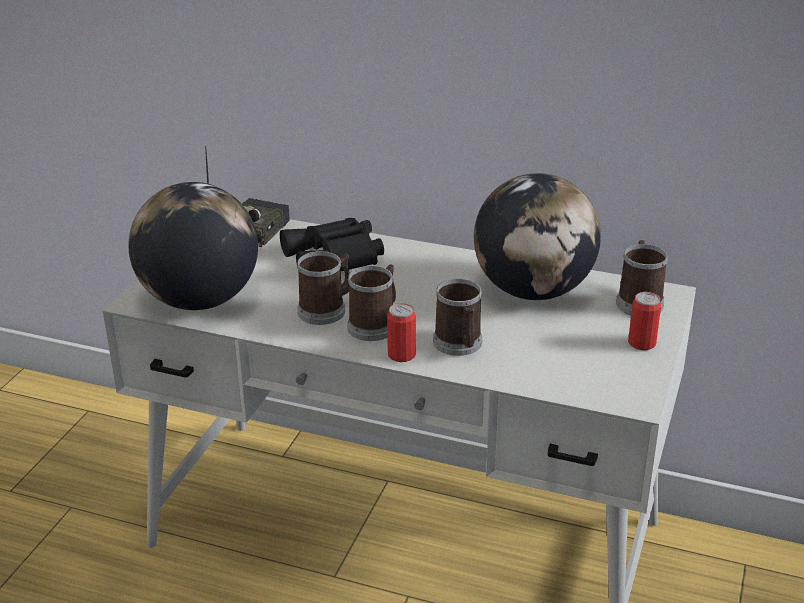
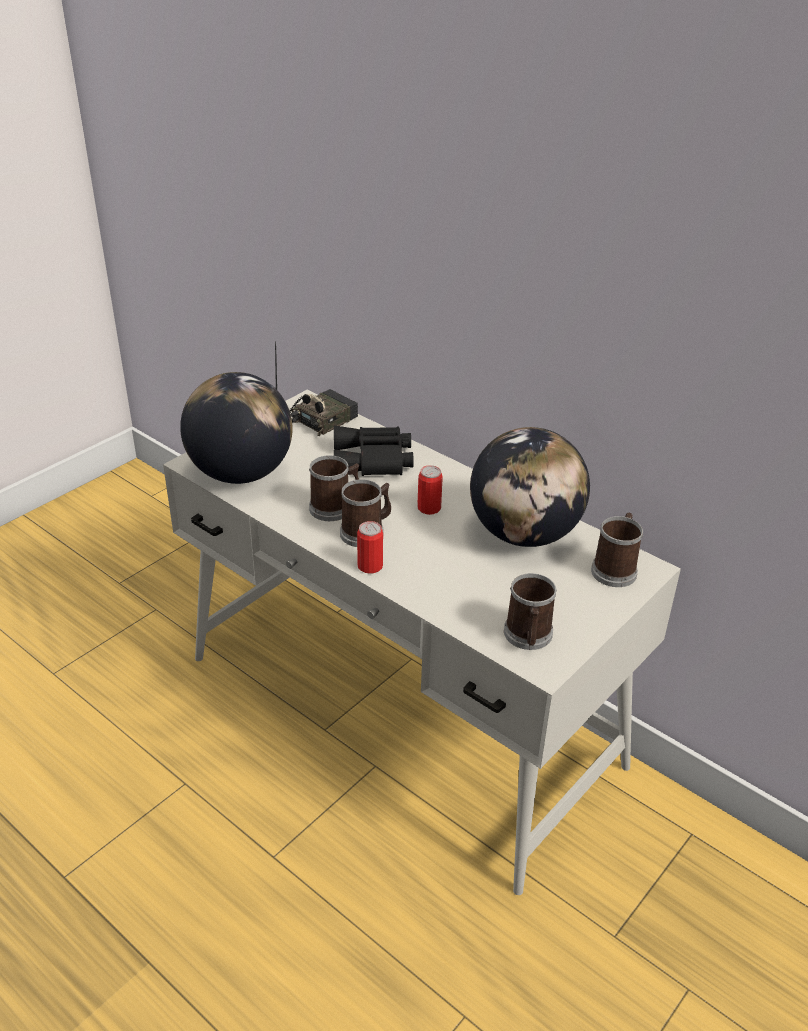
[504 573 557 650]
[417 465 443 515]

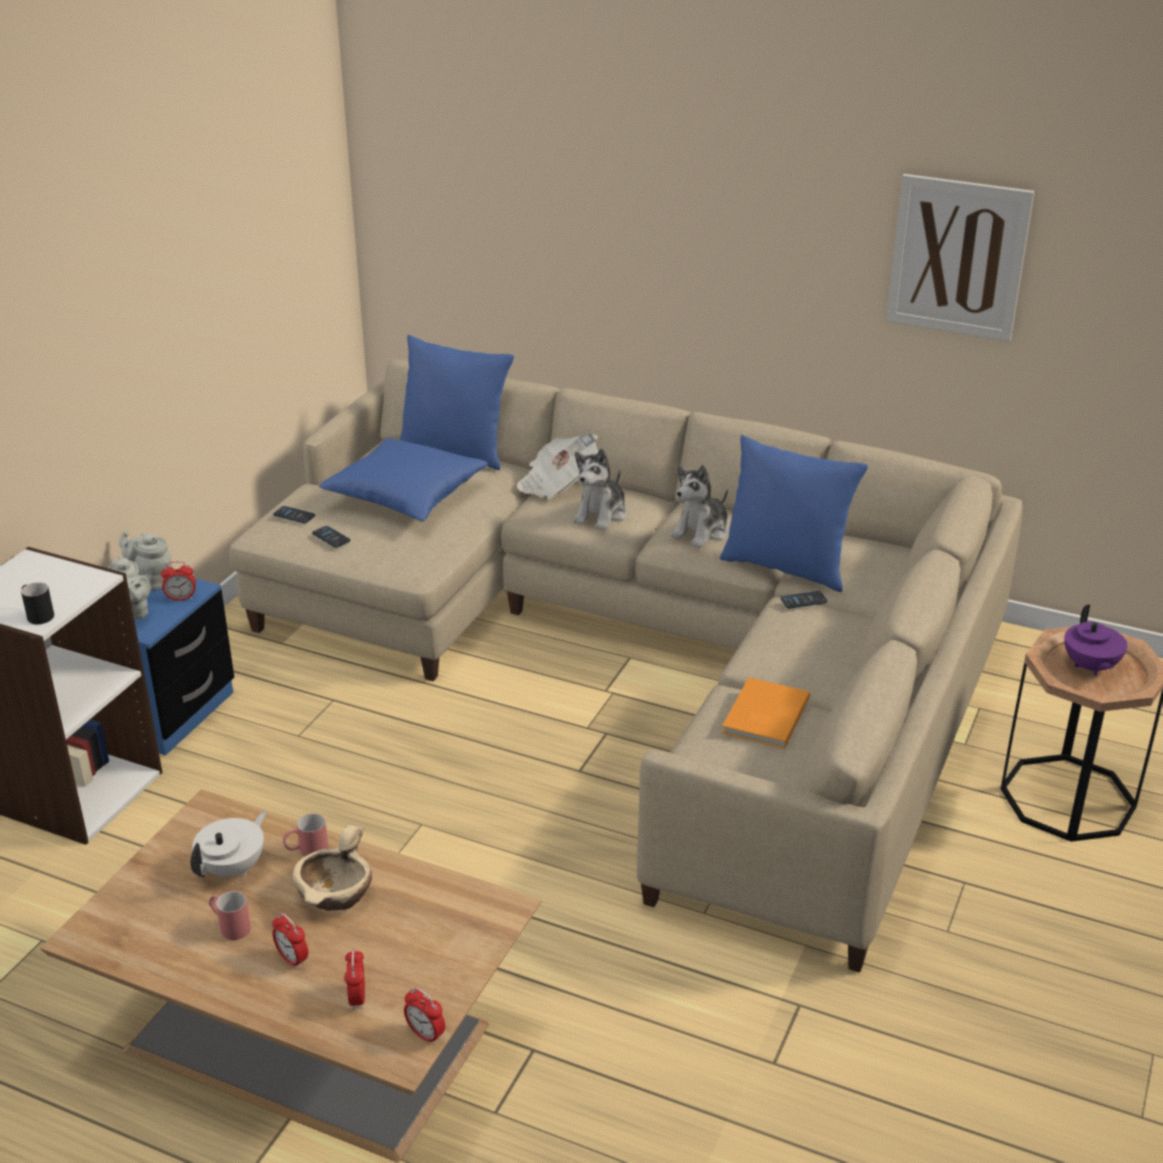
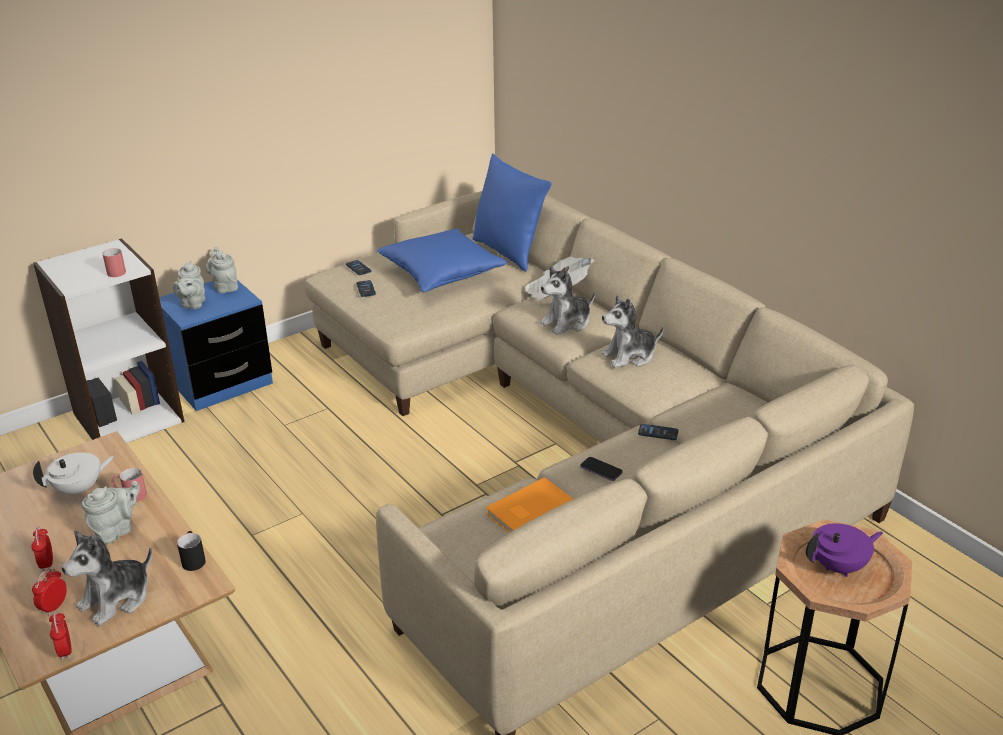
[161 561 196 601] (first image)
[720 435 868 592] (first image)
[886 174 1034 342] (first image)
[61 530 152 626]
[580 457 623 481]
[177 531 206 571]
[102 248 126 277]
[82 481 140 544]
[806 523 883 577]

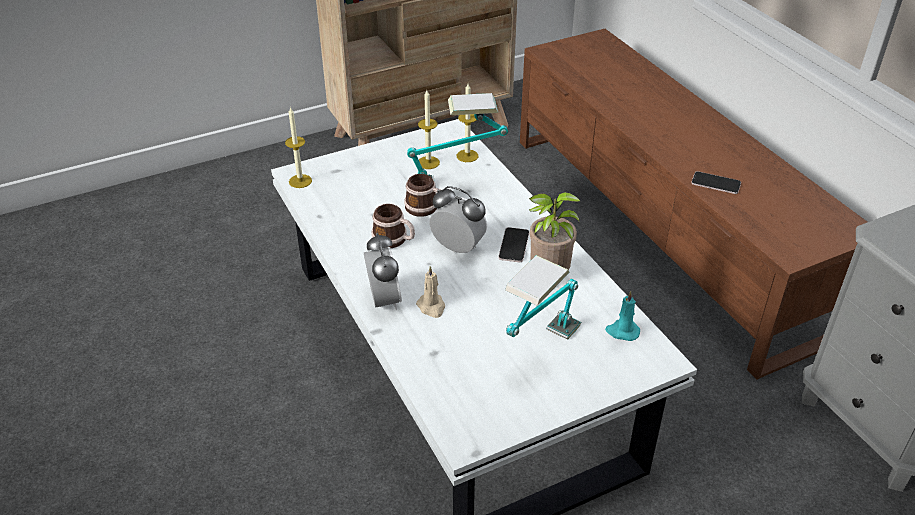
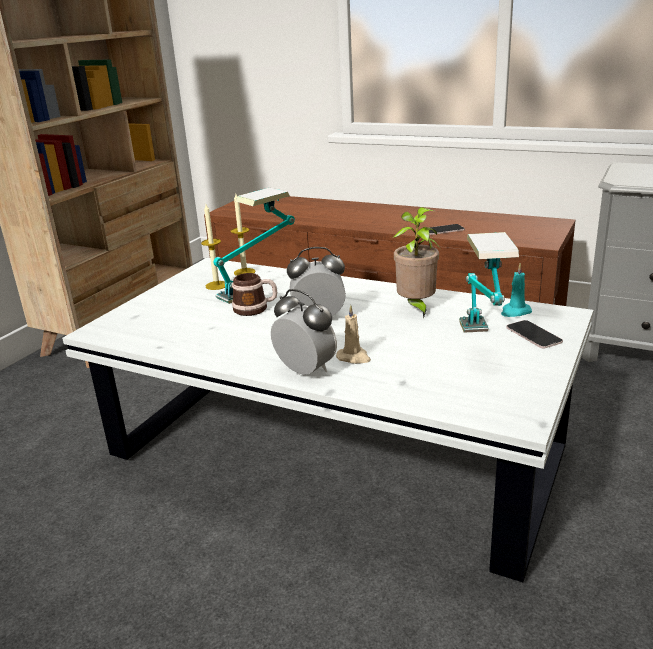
[285 107 312 188] (first image)
[371 204 415 248] (first image)
[506 320 563 348]

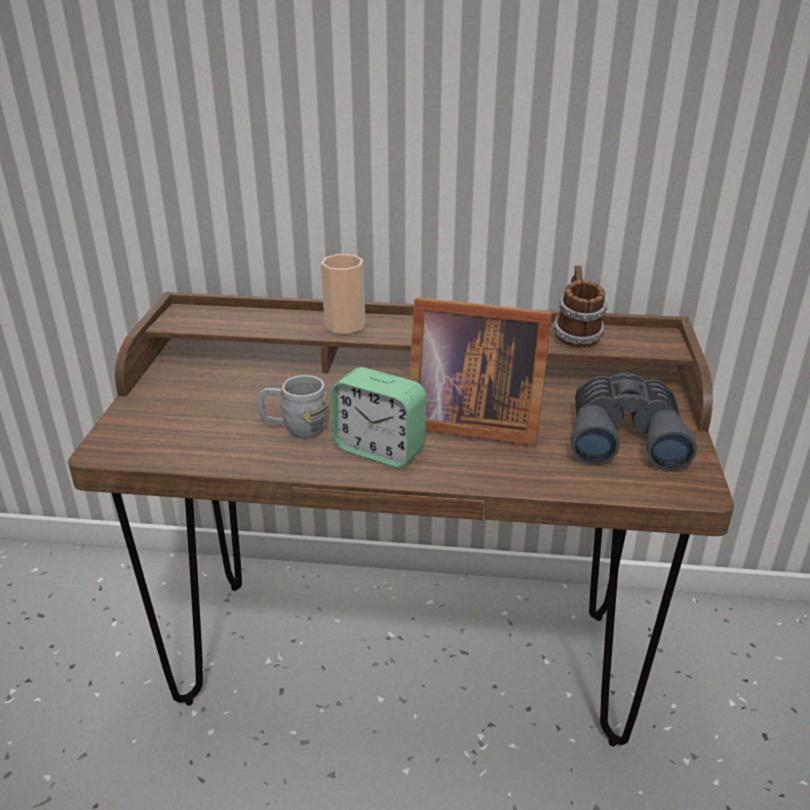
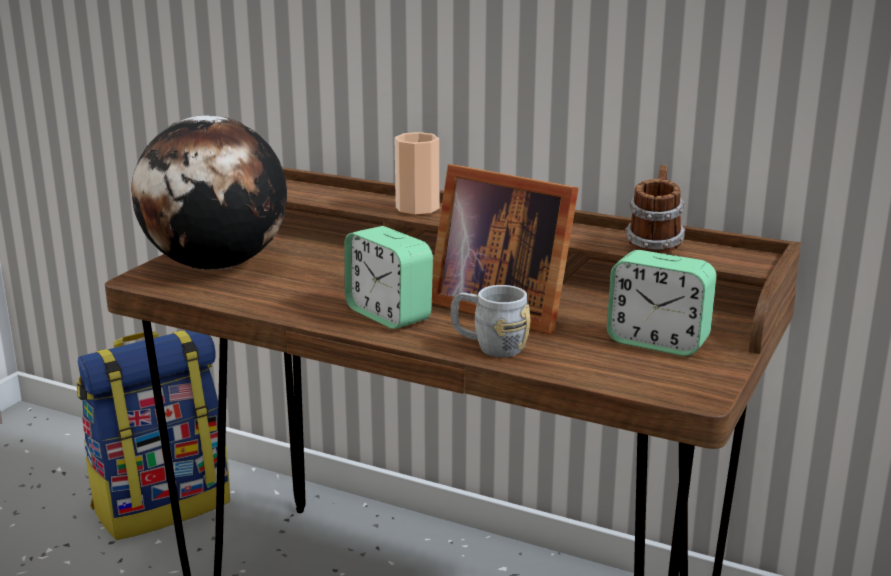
[76 330 230 540]
[131 115 287 270]
[451 285 531 357]
[607 250 716 356]

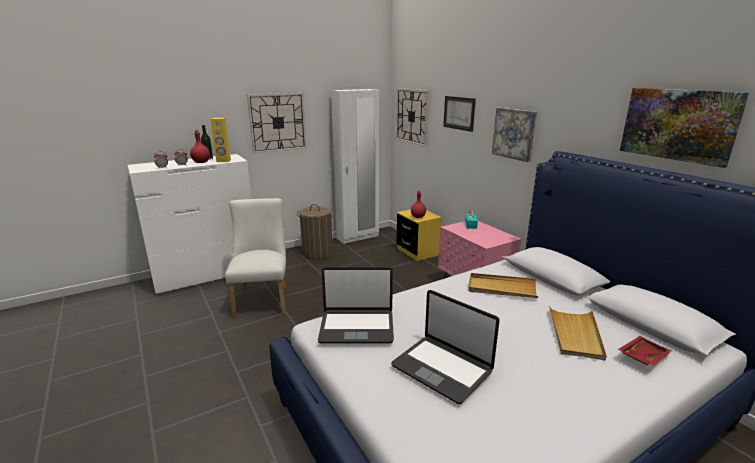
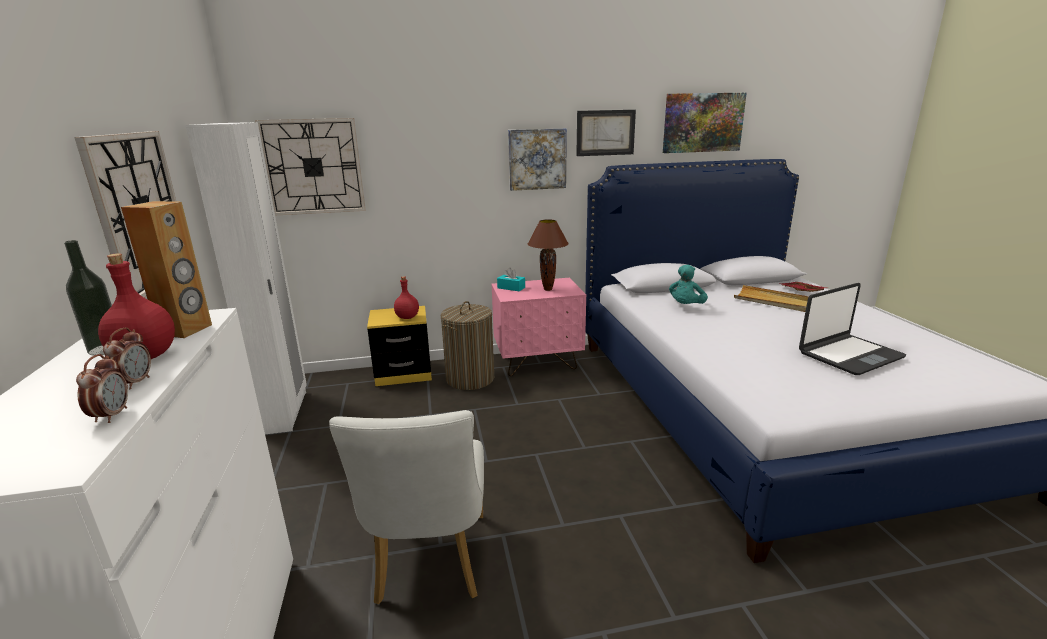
[318 267 394 344] (first image)
[528 219 569 291]
[441 301 494 390]
[576 110 636 156]
[669 265 708 304]
[121 201 212 338]
[329 410 484 604]

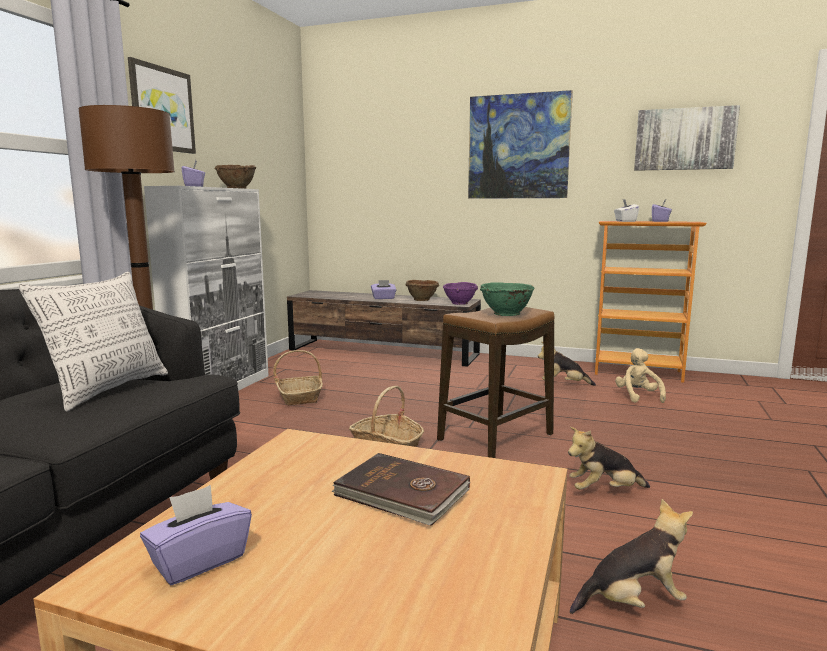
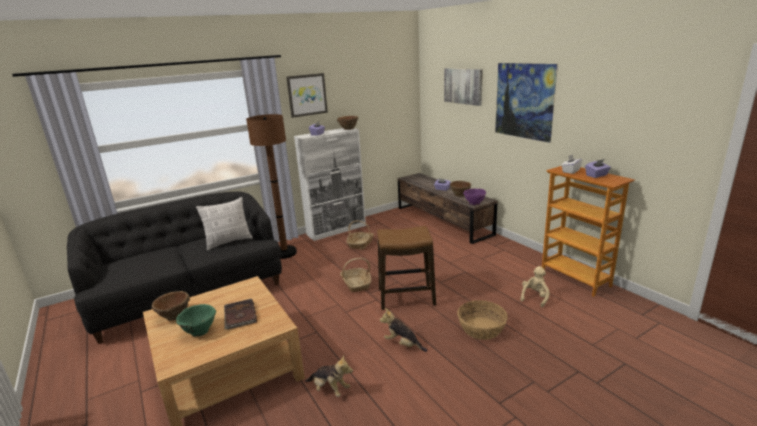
[538 341 596 386] (first image)
[457 300 508 340]
[176 304 216 336]
[444 68 483 106]
[152 291 190 321]

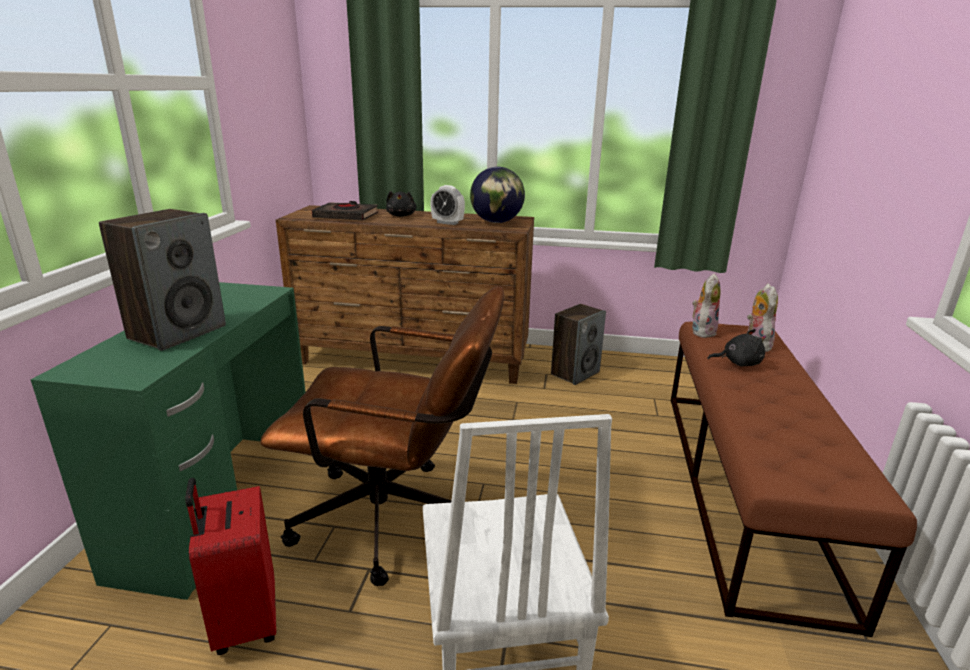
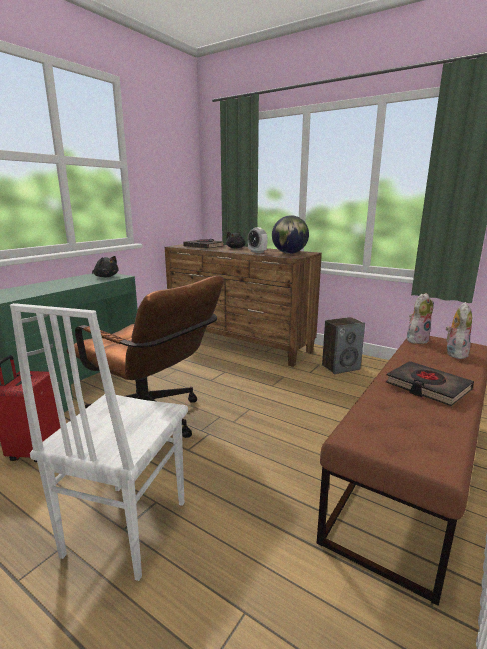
[99 209 226 351] (first image)
[386 361 474 406]
[92 256 119 277]

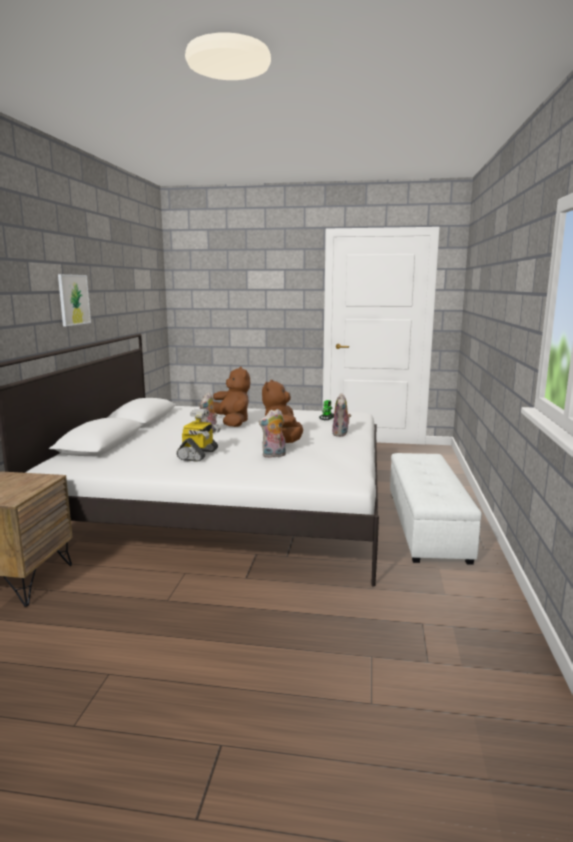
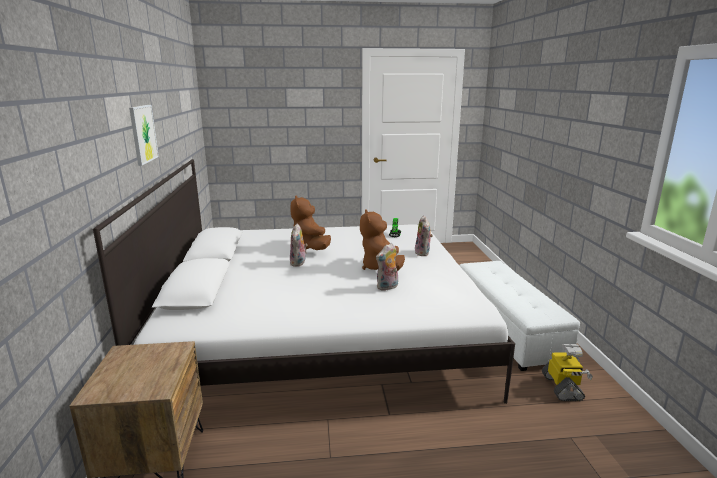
[542 344 593 401]
[290 196 331 250]

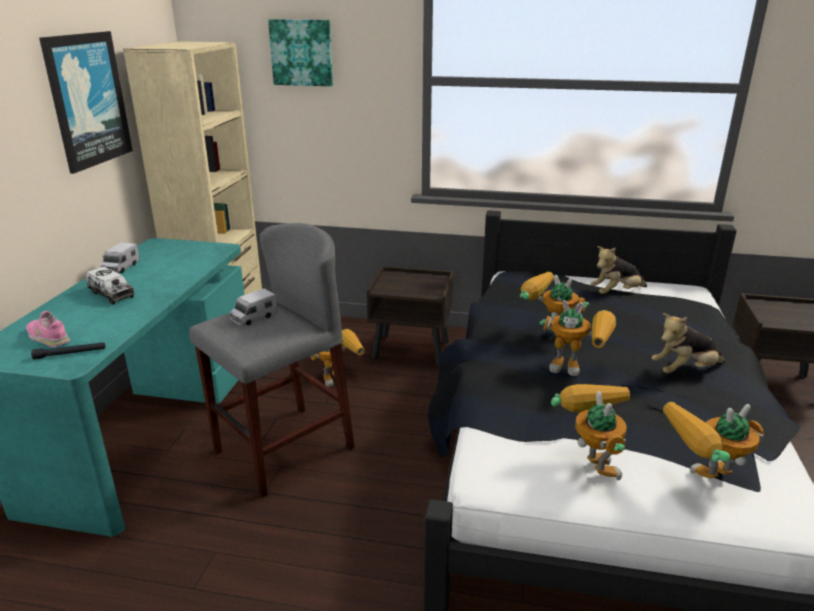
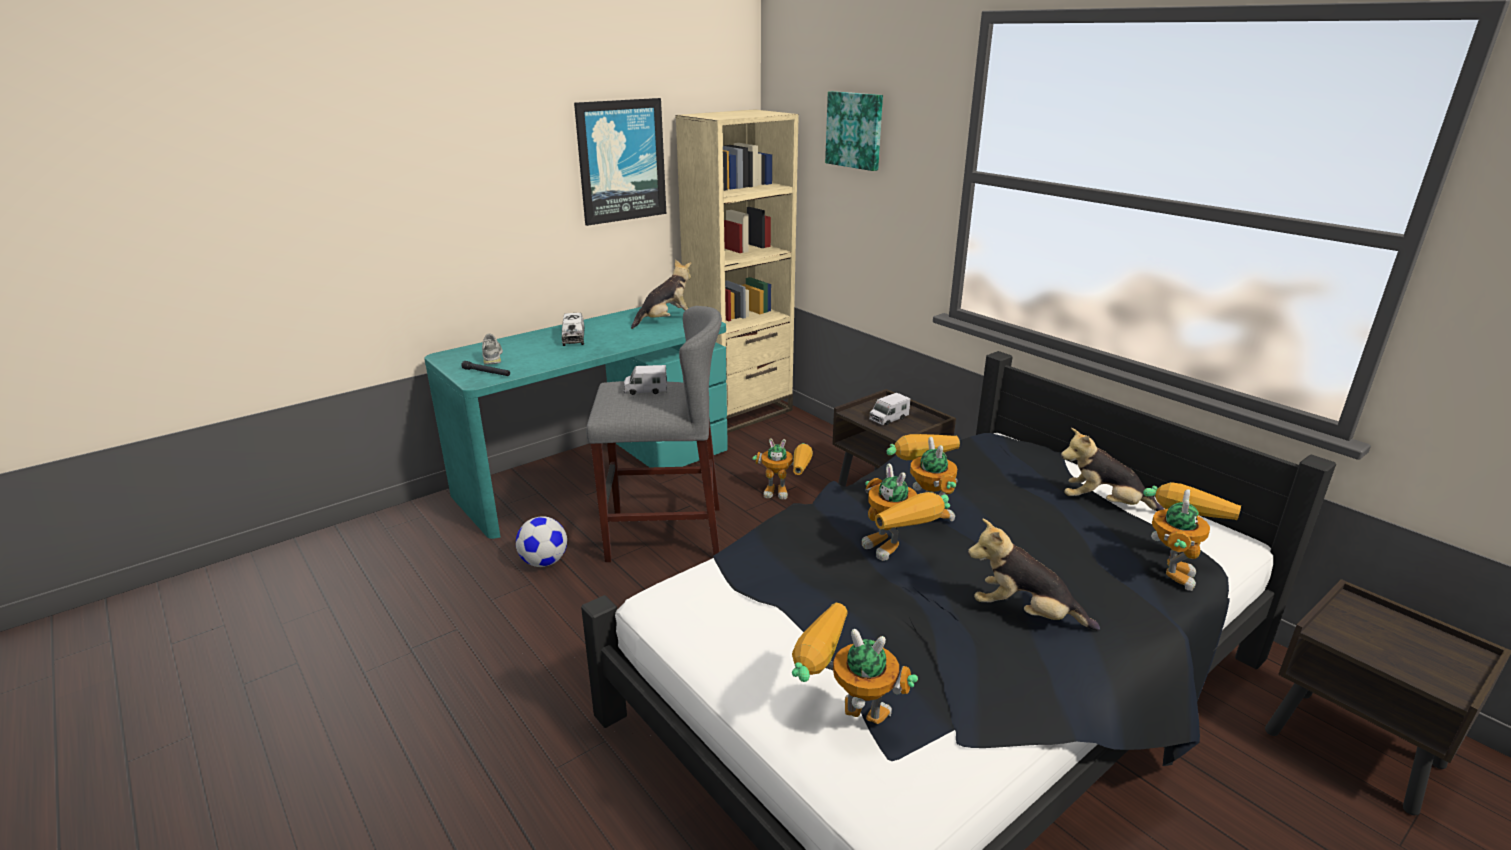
[516 516 567 567]
[631 259 691 329]
[869 393 910 425]
[1143 482 1241 591]
[482 333 503 364]

